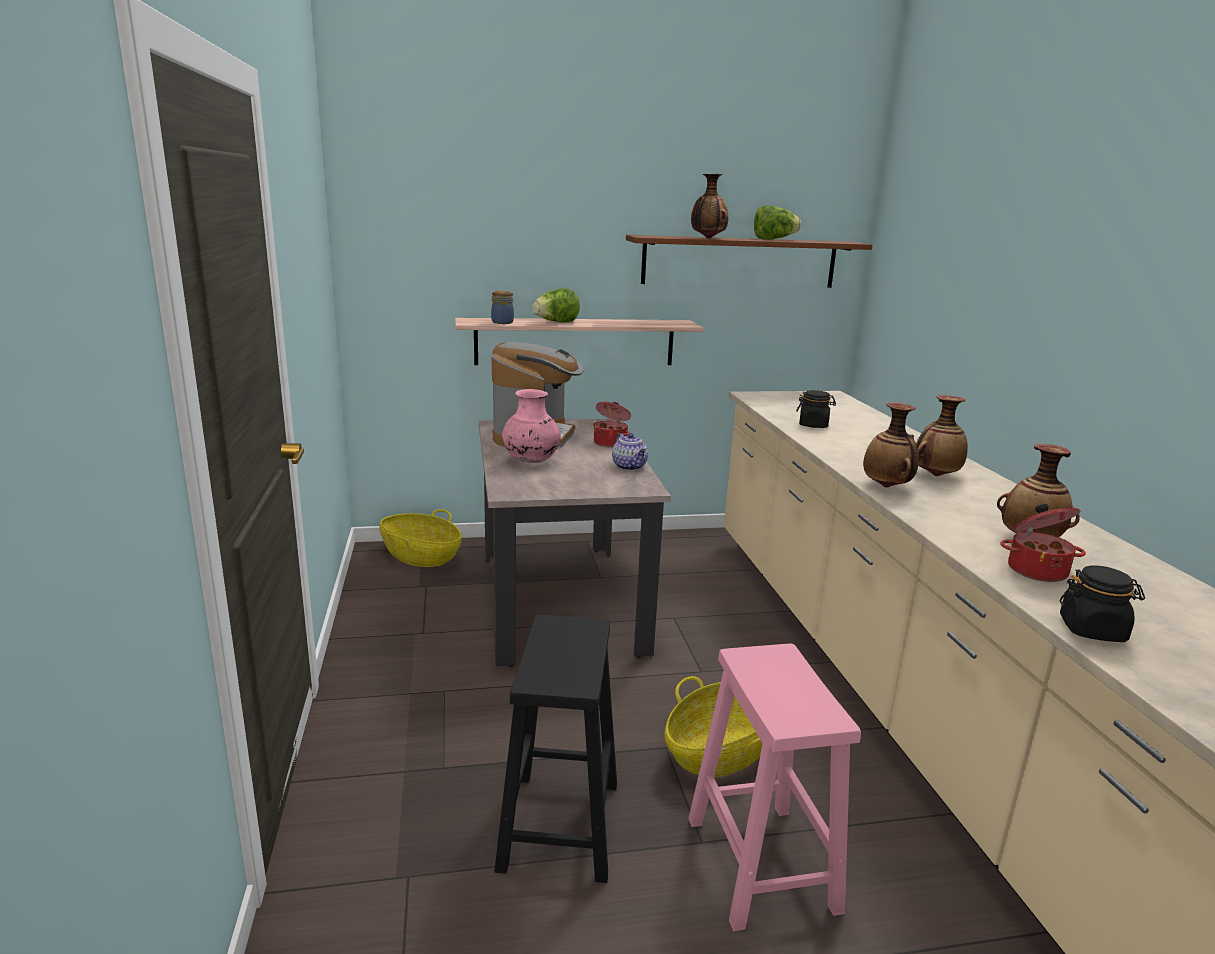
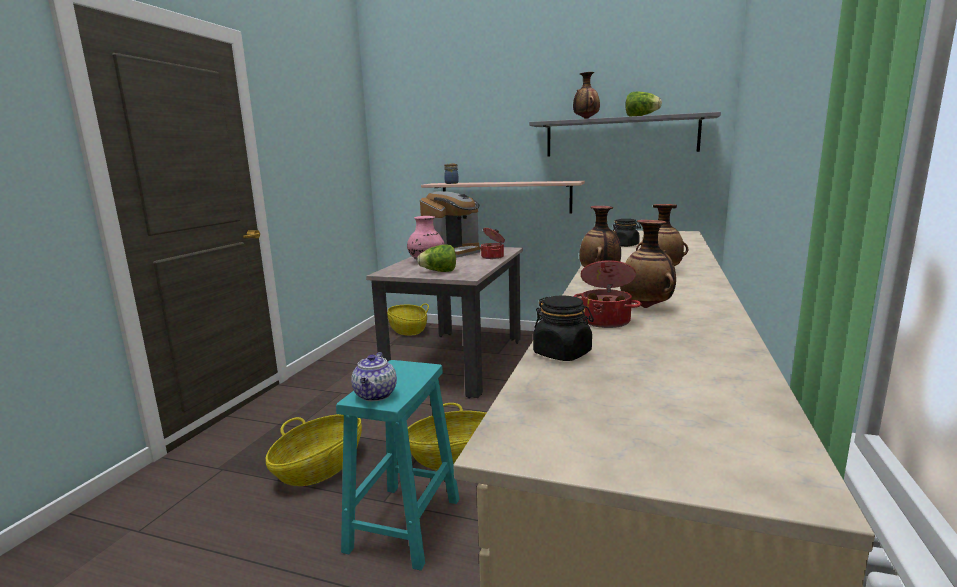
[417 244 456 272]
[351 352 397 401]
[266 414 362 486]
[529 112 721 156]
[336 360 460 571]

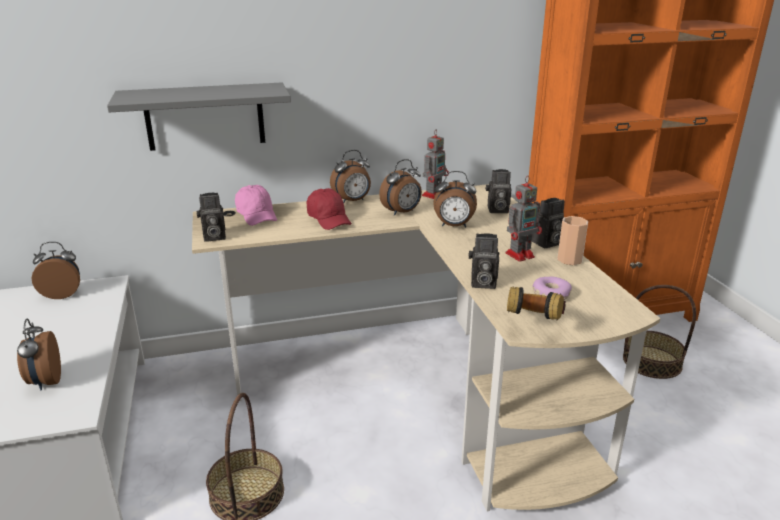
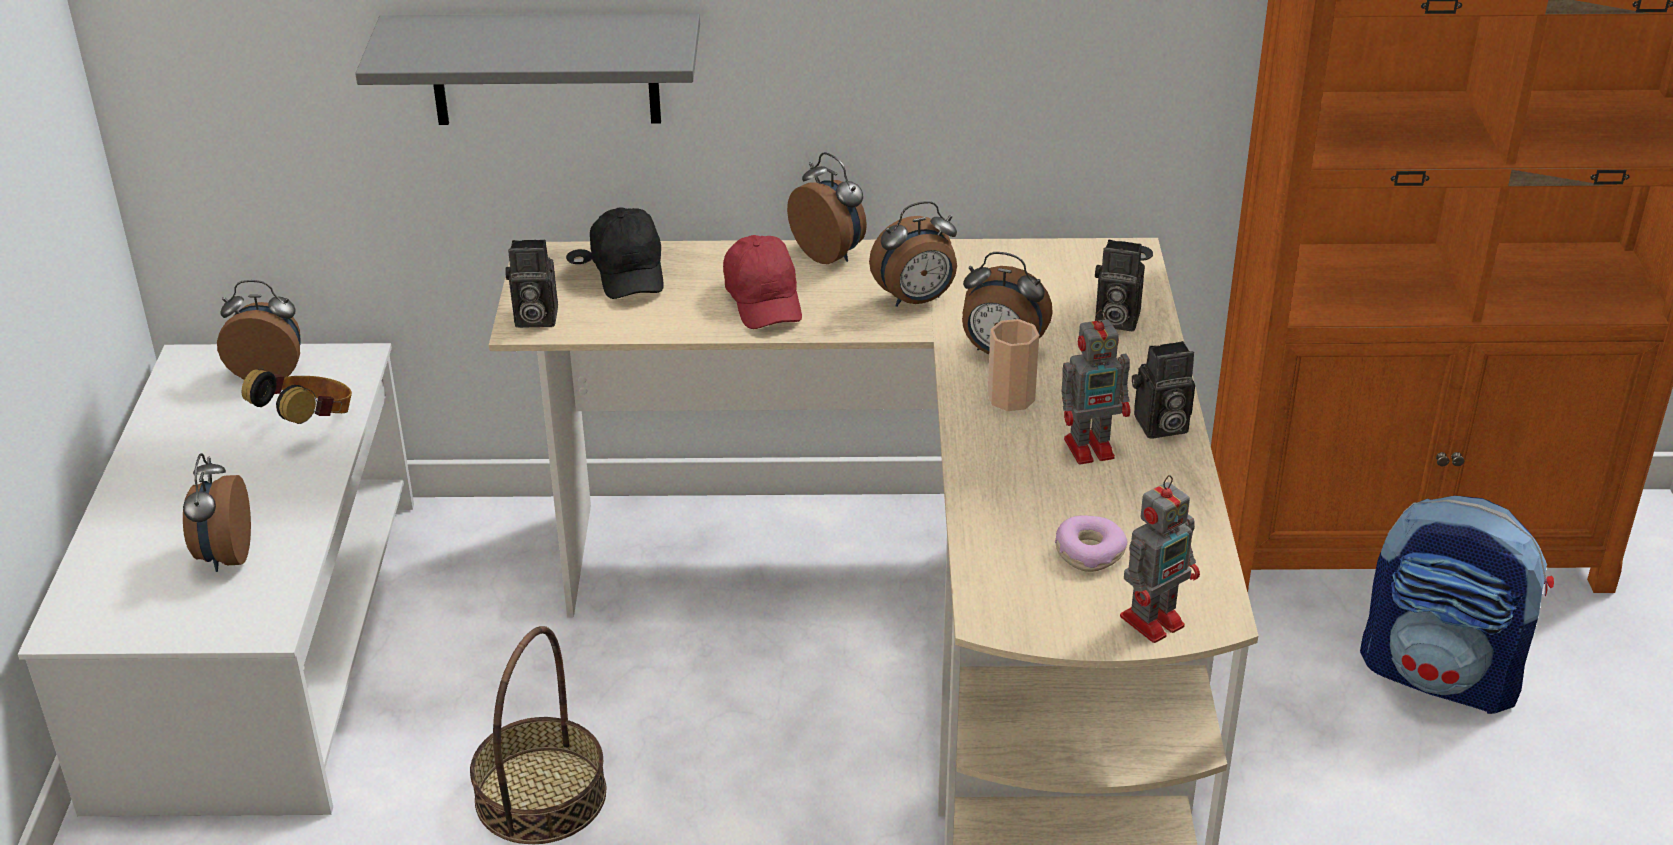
[468 233 500 289] (first image)
[1120 475 1200 643]
[242 368 352 424]
[987 319 1039 411]
[1360 496 1554 714]
[590 207 664 299]
[787 152 867 264]

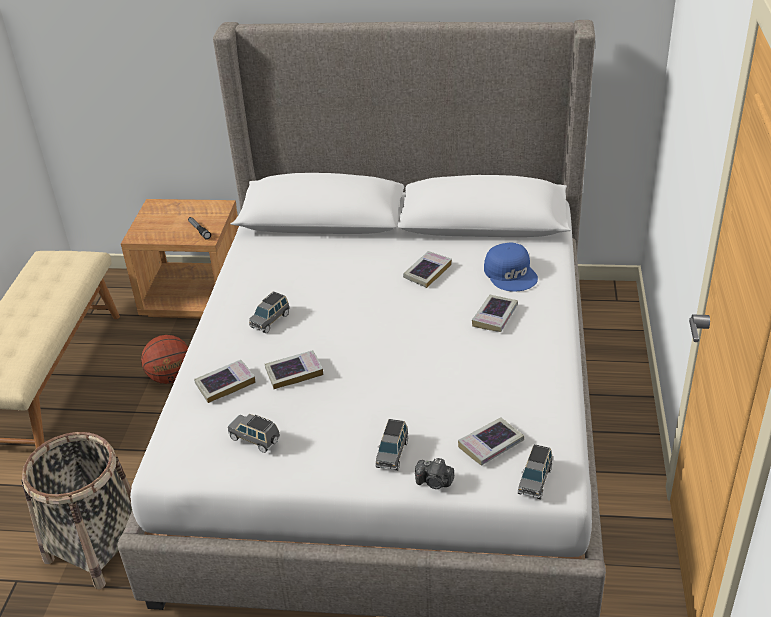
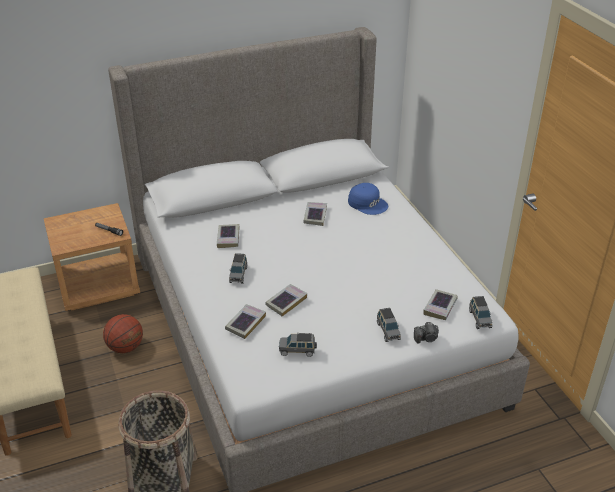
[217 224 239 248]

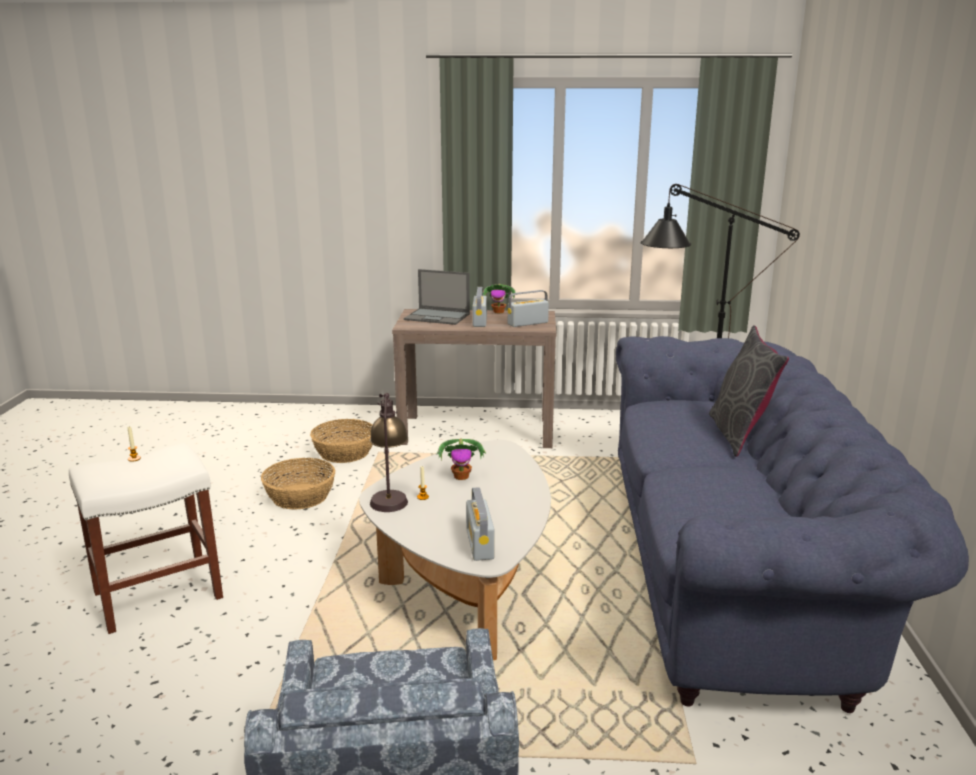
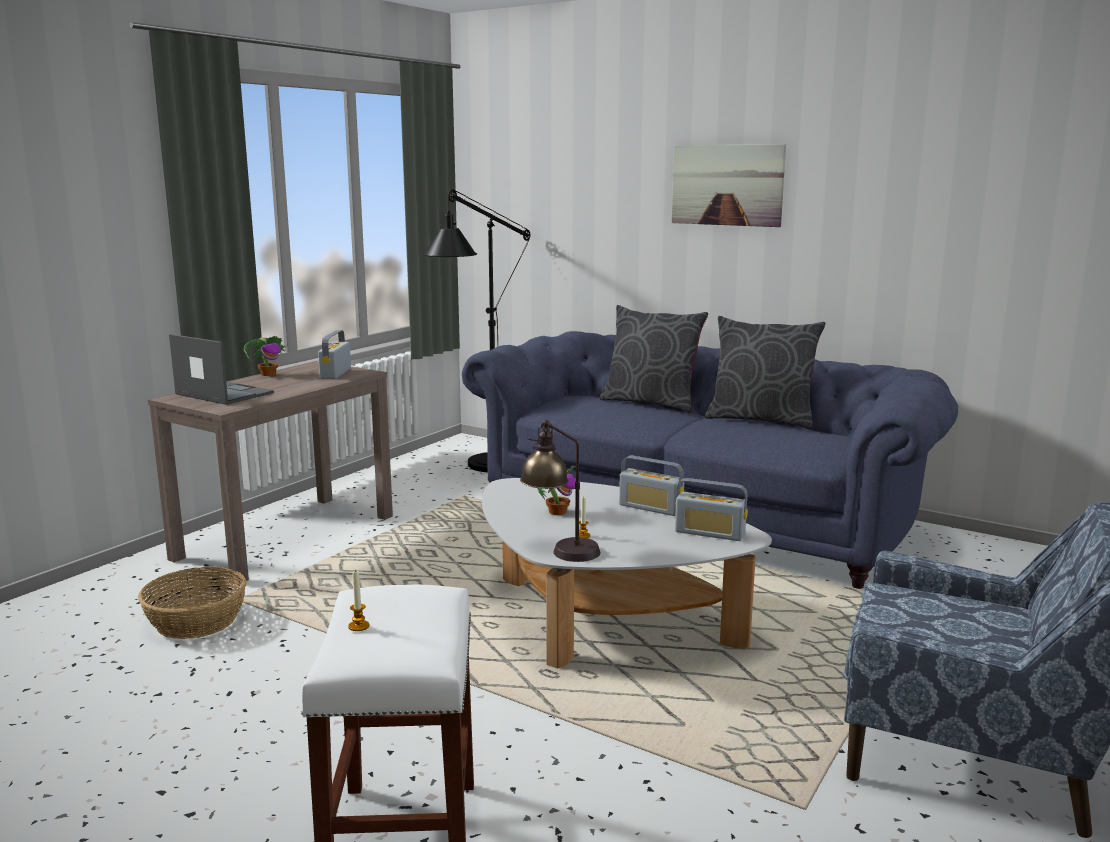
[261 458 335 510] (first image)
[672 144 786 227]
[705 316 825 430]
[619 456 684 516]
[169 334 274 405]

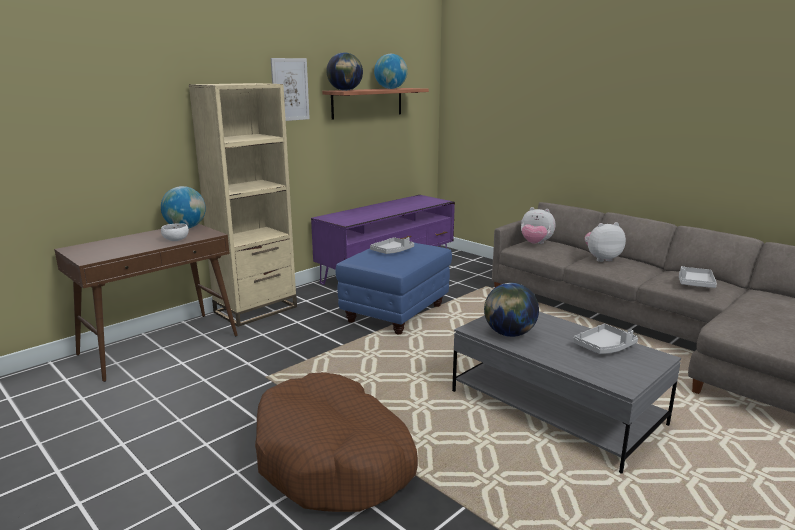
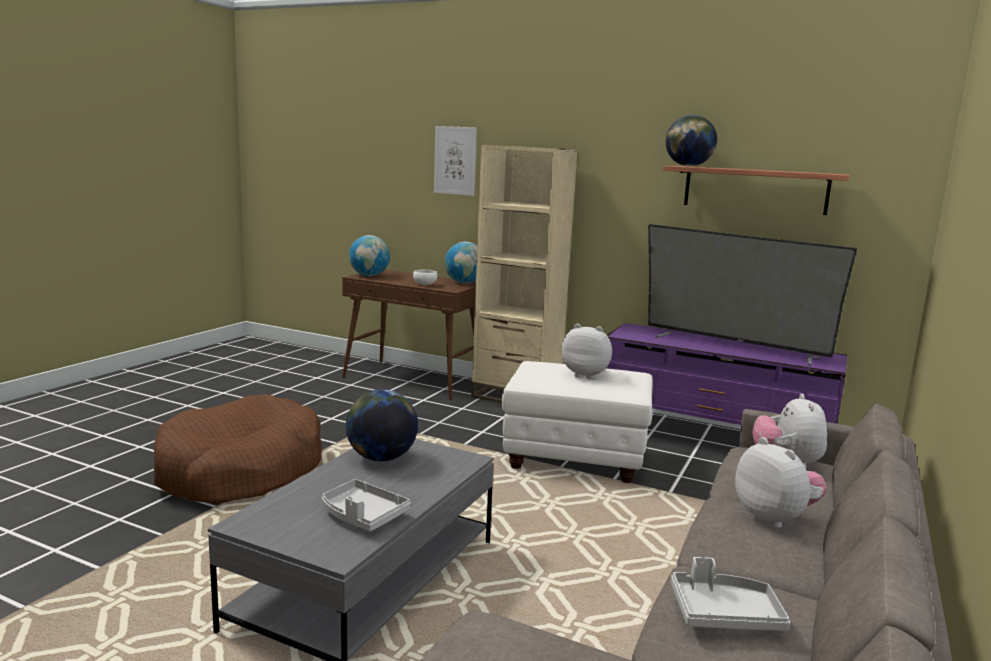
[648 224 857 366]
[434 126 477 196]
[349 235 390 276]
[562 324 613 379]
[502 361 653 483]

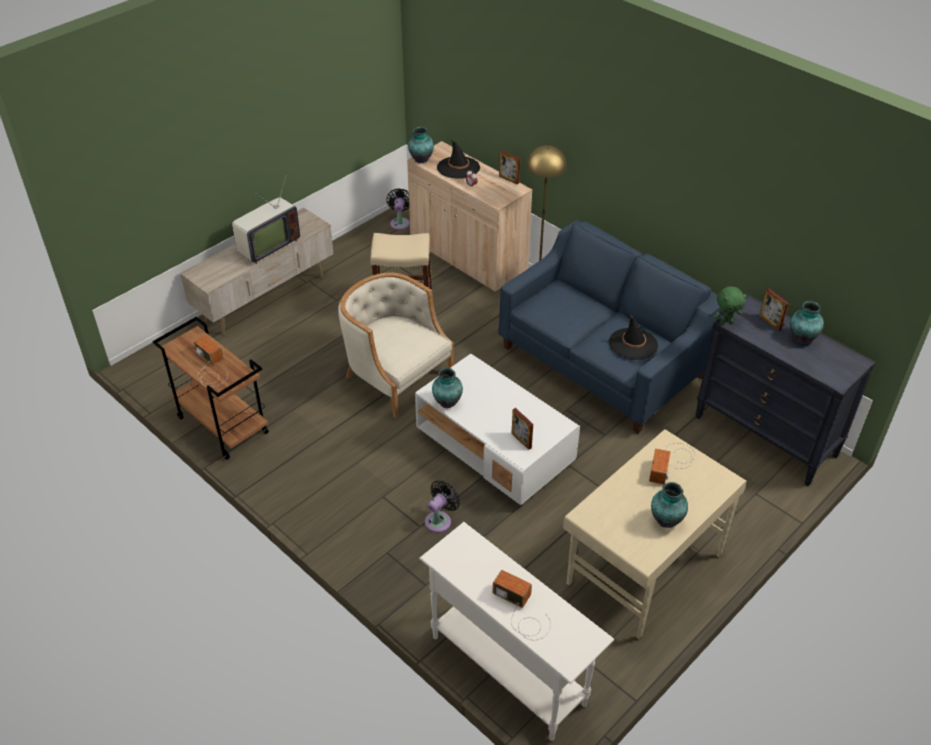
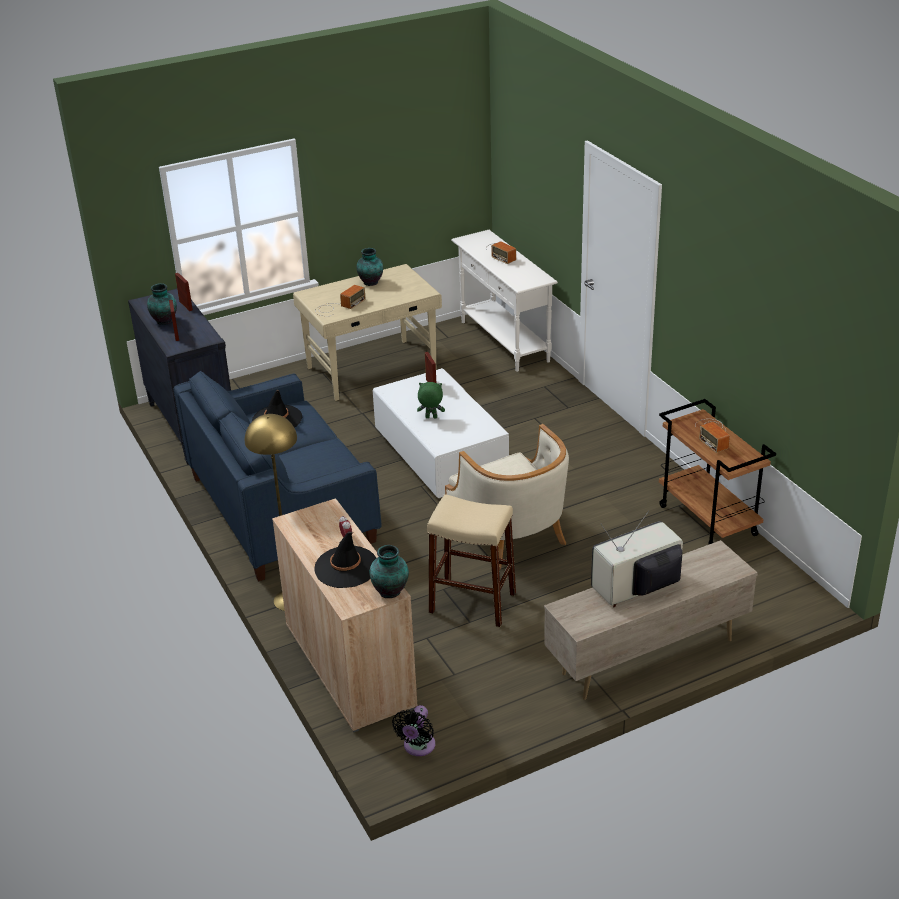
[425 480 460 533] (first image)
[432 368 463 408] (first image)
[175 273 193 311]
[417 382 445 418]

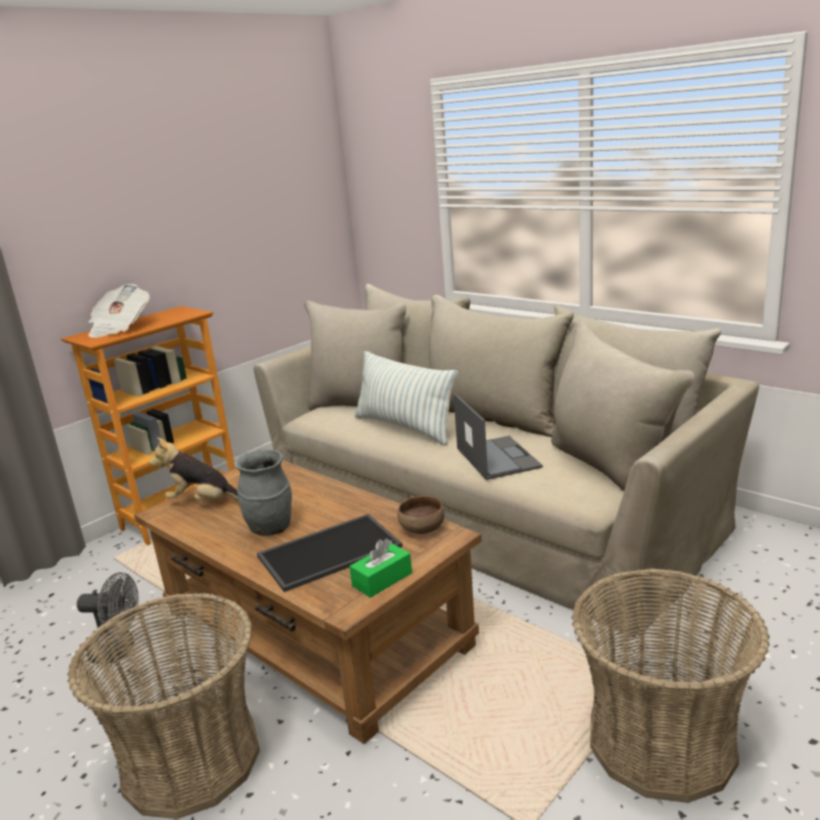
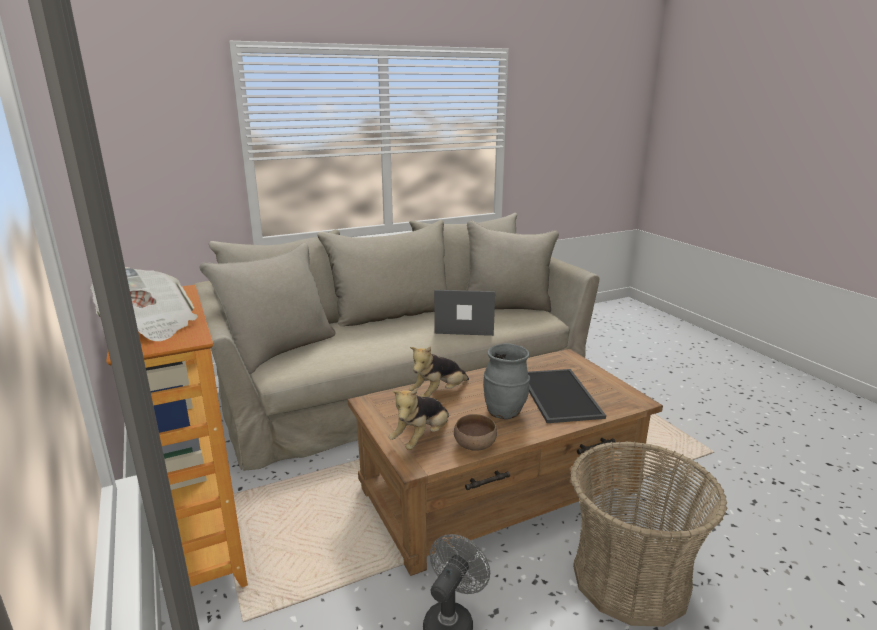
[349 538 412 598] (first image)
[355 351 458 445] (first image)
[571 568 770 803] (first image)
[409 346 469 397]
[454 414 497 451]

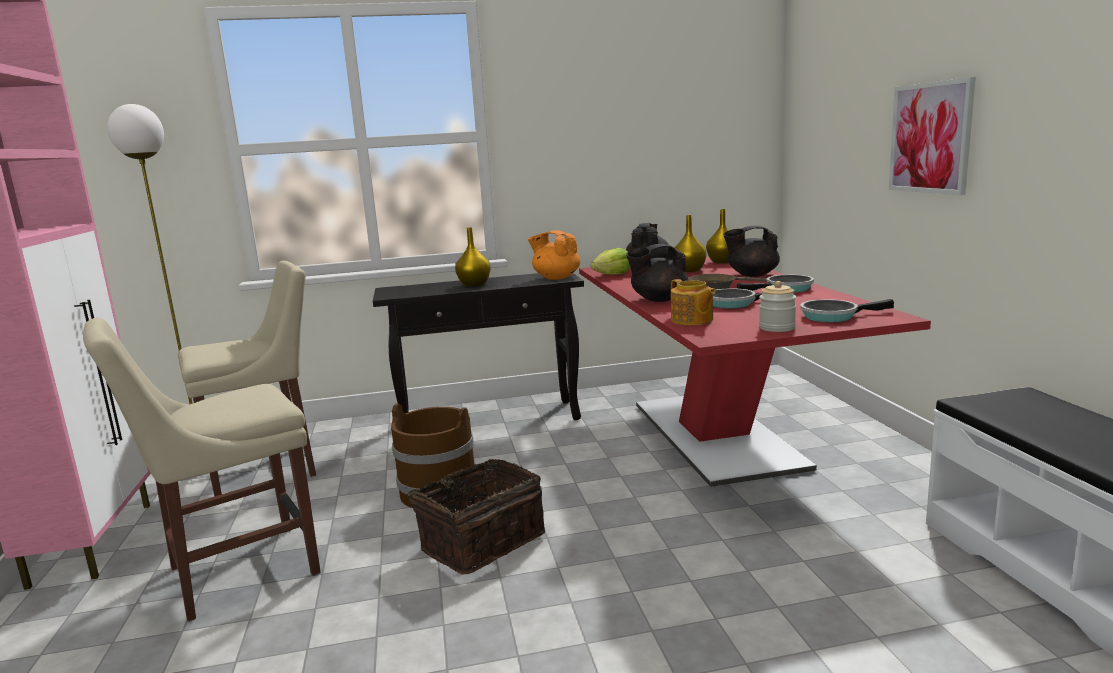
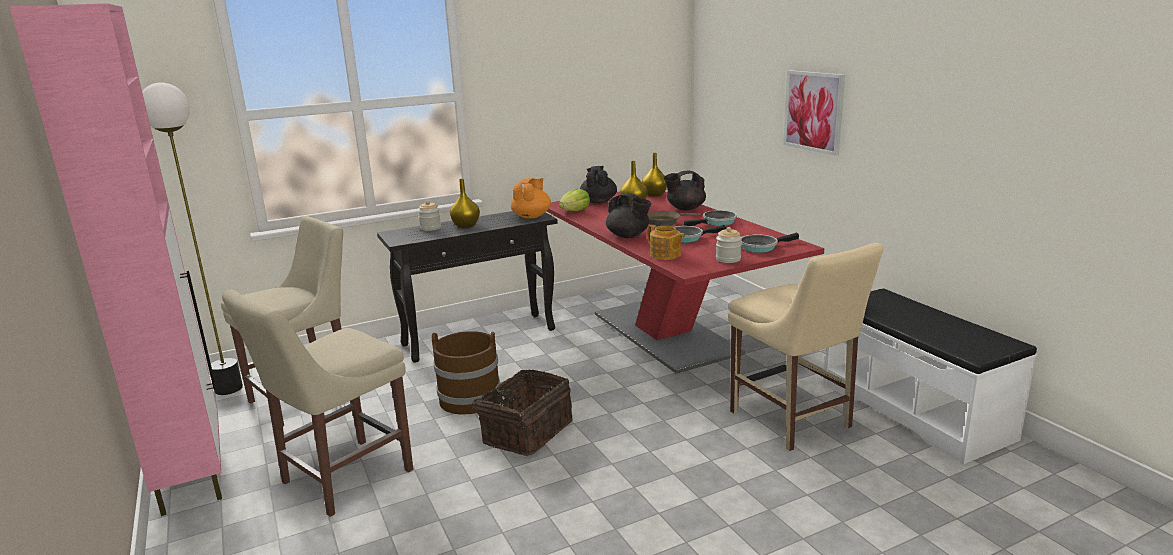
[418 201 441 231]
[728 243 883 451]
[511 178 551 219]
[606 193 651 238]

